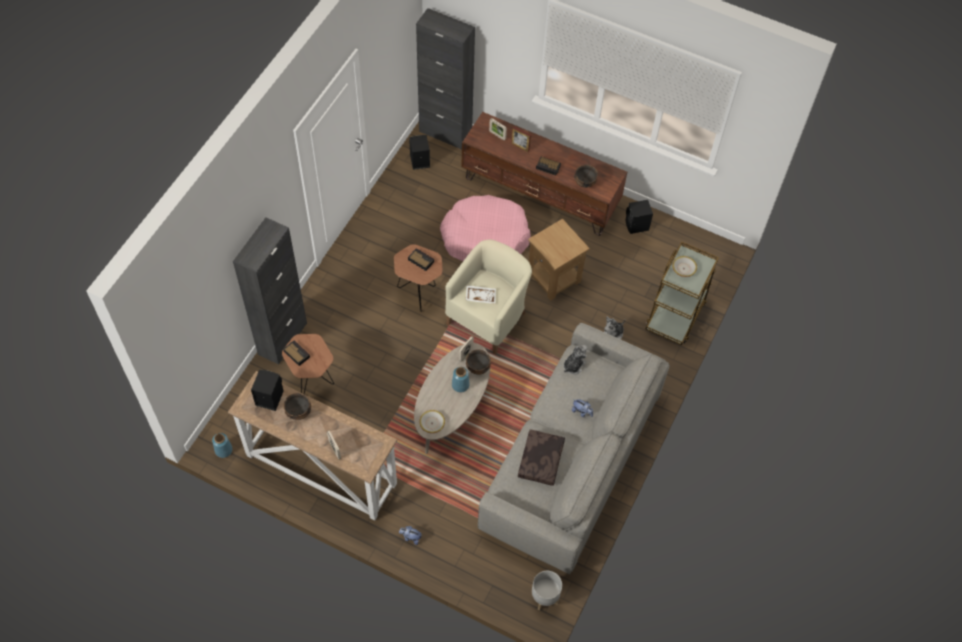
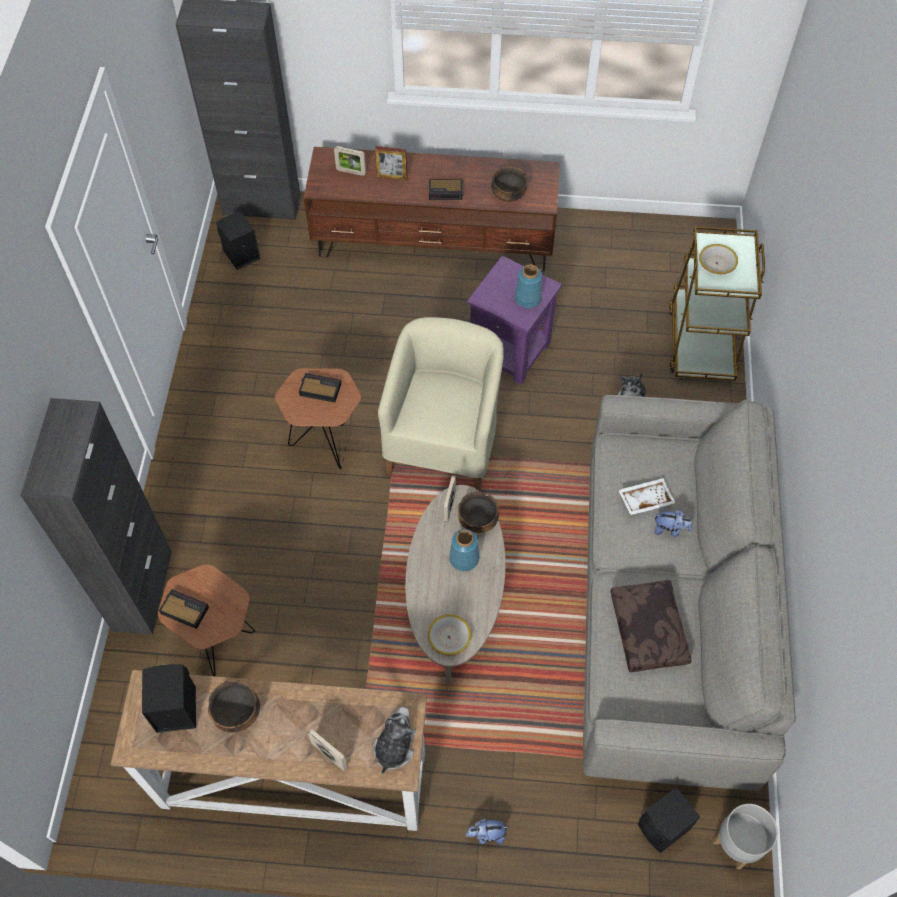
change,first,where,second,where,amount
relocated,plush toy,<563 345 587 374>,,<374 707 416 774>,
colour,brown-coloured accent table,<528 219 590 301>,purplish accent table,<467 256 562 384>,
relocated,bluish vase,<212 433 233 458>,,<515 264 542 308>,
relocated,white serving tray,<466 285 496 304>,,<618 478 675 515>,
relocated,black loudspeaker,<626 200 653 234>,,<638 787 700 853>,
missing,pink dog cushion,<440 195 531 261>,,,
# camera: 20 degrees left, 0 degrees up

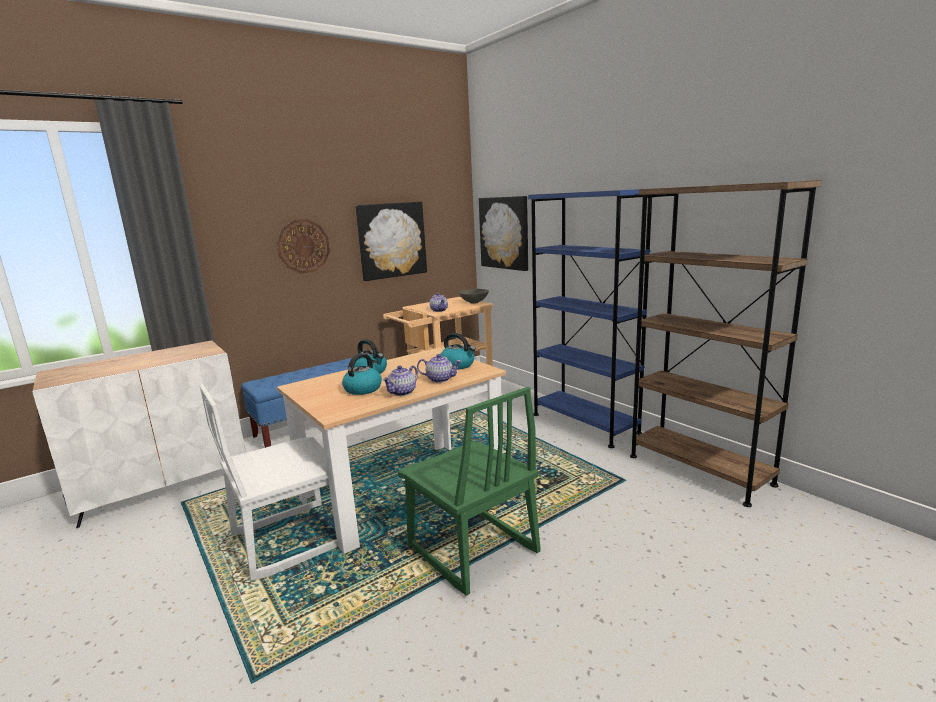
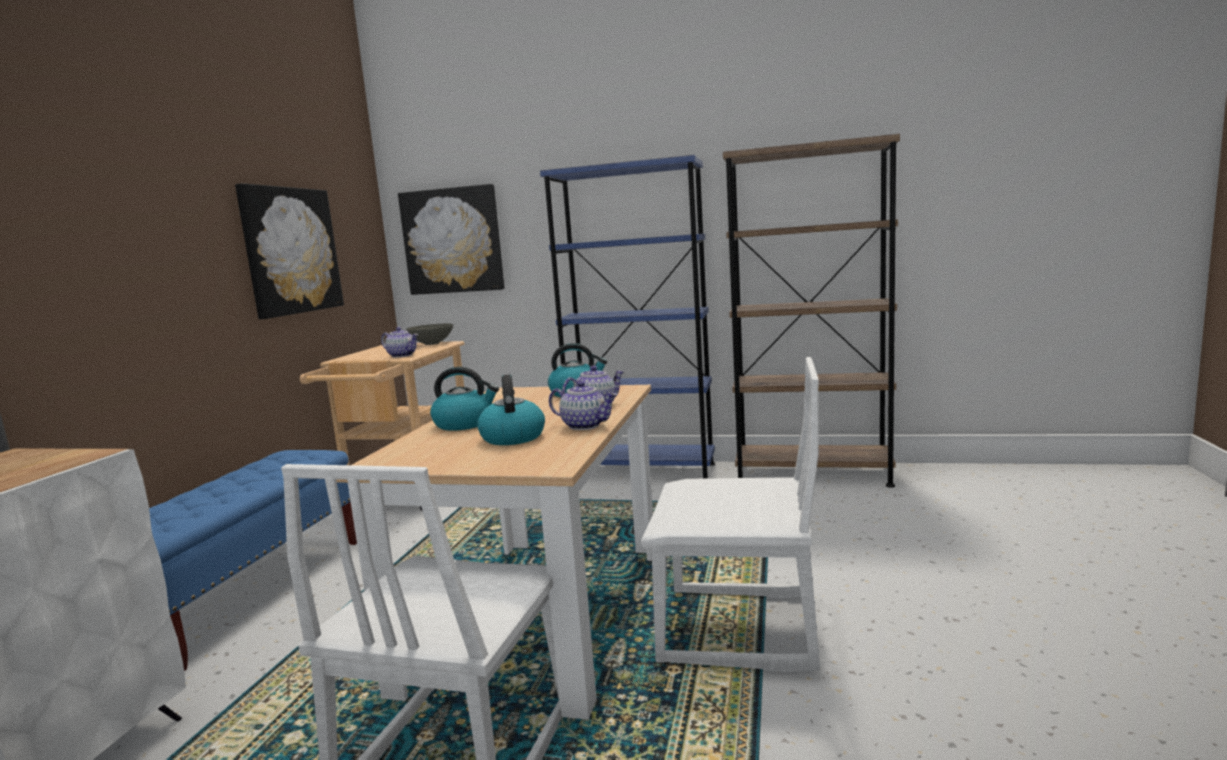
change,first,where,second,where,amount
spun,teapot,<383 366 418 396>,,<549 381 617 430>,60 degrees counterclockwise
colour,green chair,<398 387 541 596>,white chair,<641 357 820 672>,
missing,hanging clock,<277 219 330 273>,,,
# camera: 40 degrees left, 5 degrees down

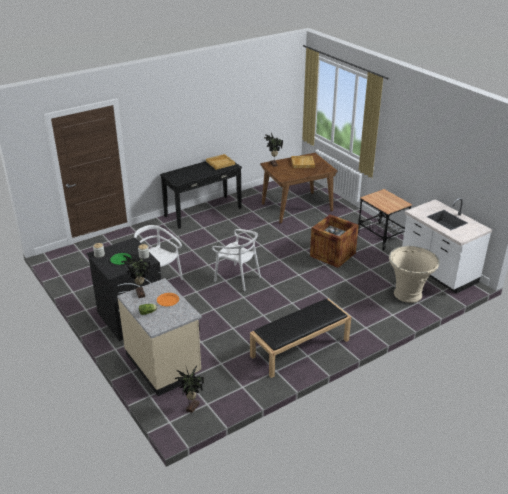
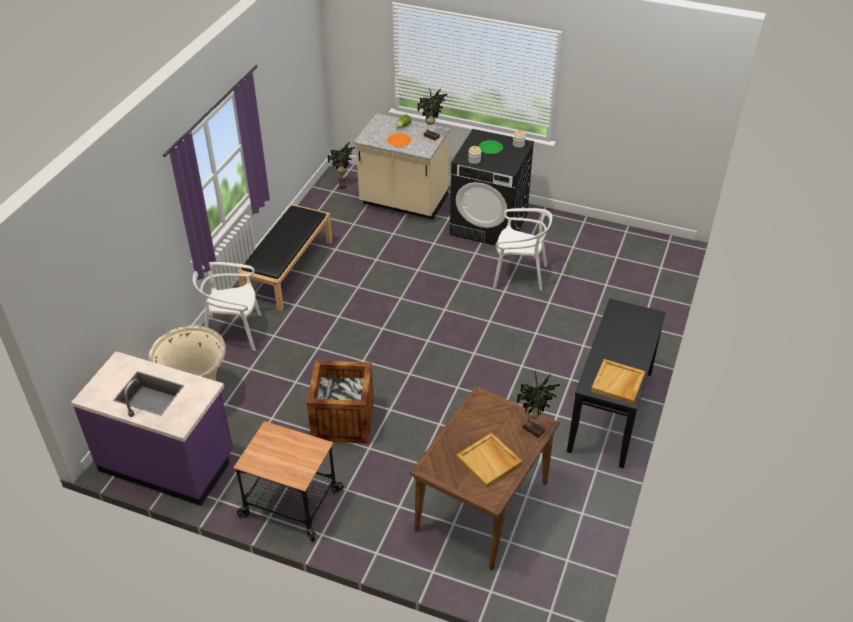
change,first,where,second,where,amount
colour,white kitchen base unit,<402 198 492 294>,purplish kitchen base unit,<71 351 233 506>,
relocated,white chair,<212 229 261 291>,,<193 262 261 351>,
# camera: 145 degrees right, 10 degrees up

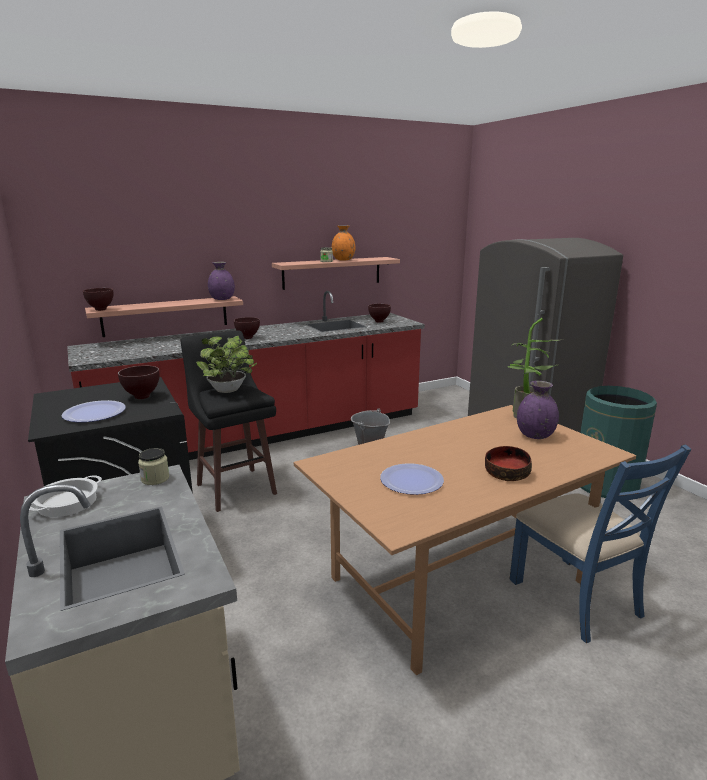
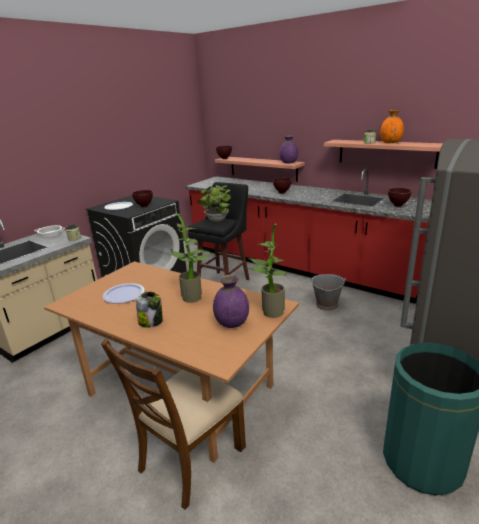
change,first,where,second,where,amount
colour,bluish chair,<509 444 691 643>,brown-coloured chair,<101 339 246 510>,
exchanged,serving bowl,<485 446 532 481>,jar,<136 292 163 328>,
appeared,,,potted plant,<171 214 214 303>,
# camera: 65 degrees right, 5 degrees up

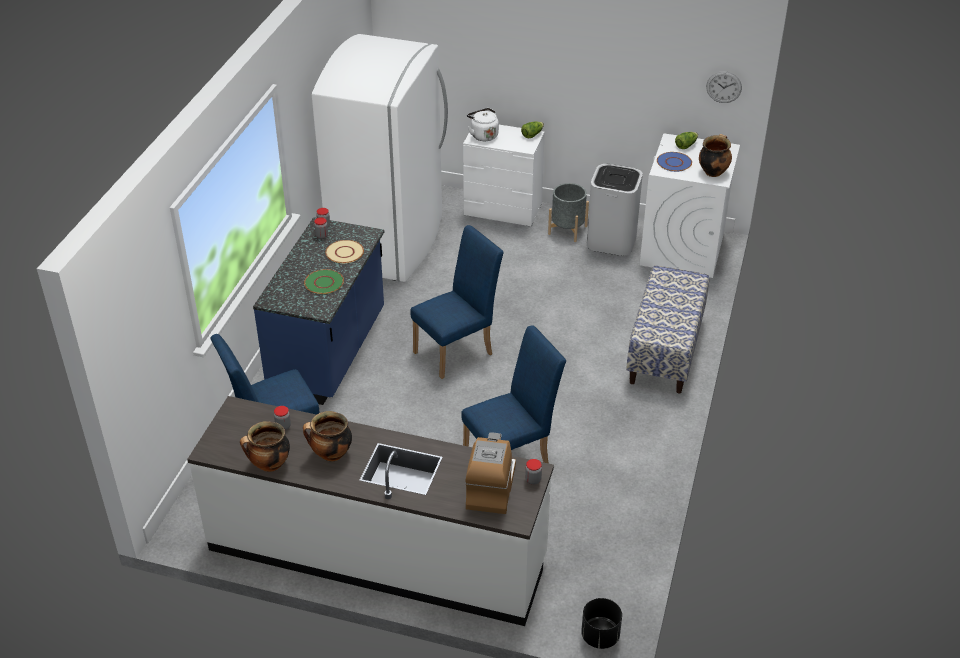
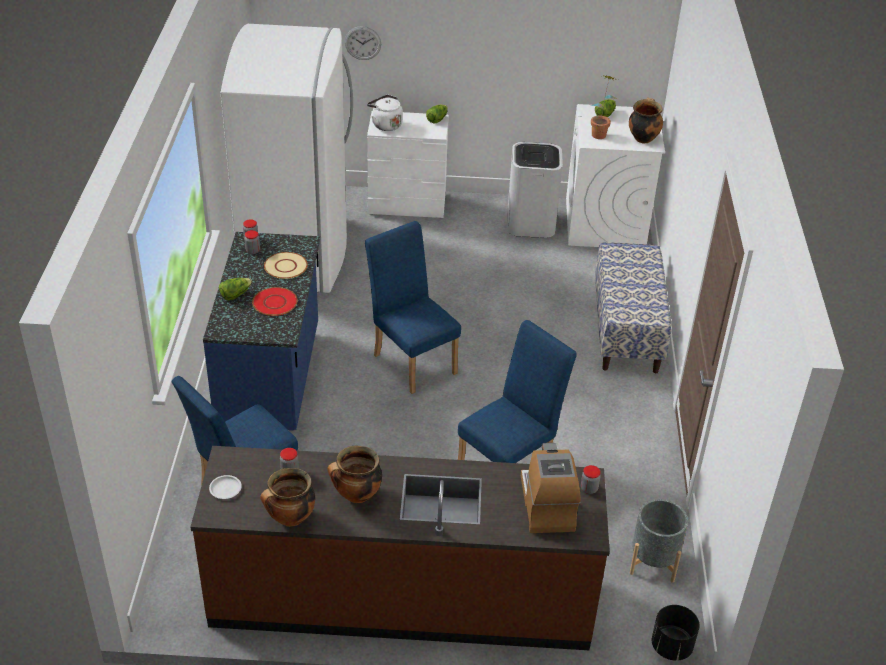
change,first,where,second,where,amount
colour,white kitchen base unit,<187 396 554 626>,brown-coloured kitchen base unit,<191 446 610 650>,
appeared,,,white flat dish,<209 475 242 499>,
appeared,,,lettuce head,<219 278 252 301>,
colour,green flat dish,<304 269 344 294>,red-coloured flat dish,<252 287 297 316>,
relocated,hanging clock,<706 71 742 103>,,<345 26 381 60>,
spun,bluish chair,<410 225 504 379>,,<365 221 461 394>,75 degrees counterclockwise
exchanged,bluish flat dish,<657 152 692 172>,potted plant,<591 75 617 139>,
relocated,grey plant pot,<548 183 589 242>,,<629 499 688 583>,
# camera: 15 degrees left, 0 degrees up

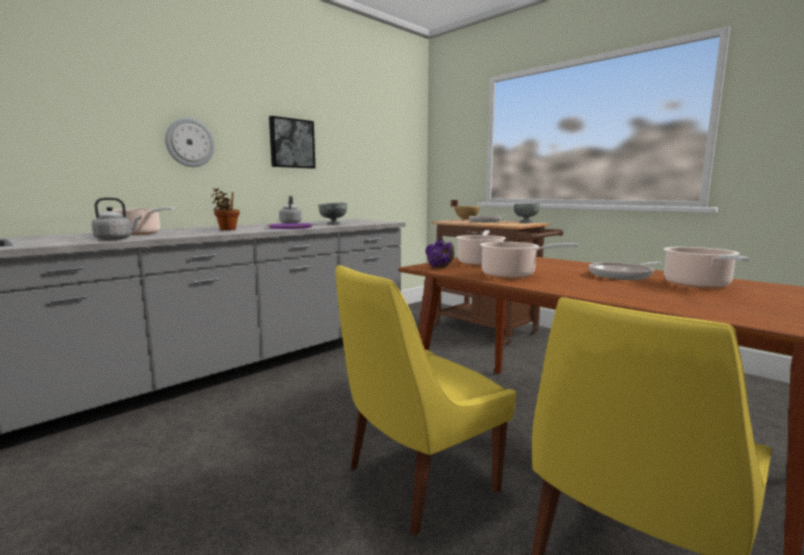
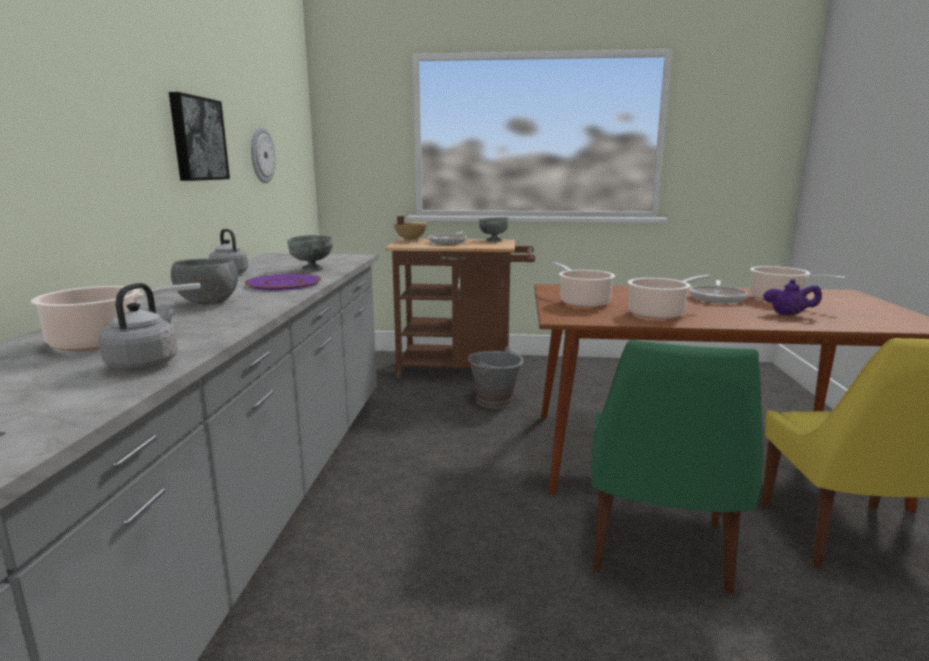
change,first,where,second,where,amount
exchanged,potted plant,<211 188 240 230>,grey serving bowl,<171 259 238 305>,
relocated,hanging clock,<165 118 215 167>,,<251 127 276 183>,
appeared,,,grey water bucket,<468 347 523 409>,
colour,yellowish chair,<335 265 516 536>,green chair,<591 340 763 594>,
relocated,purplish teapot,<425 237 455 268>,,<763 279 822 315>,
# camera: 40 degrees left, 5 degrees up

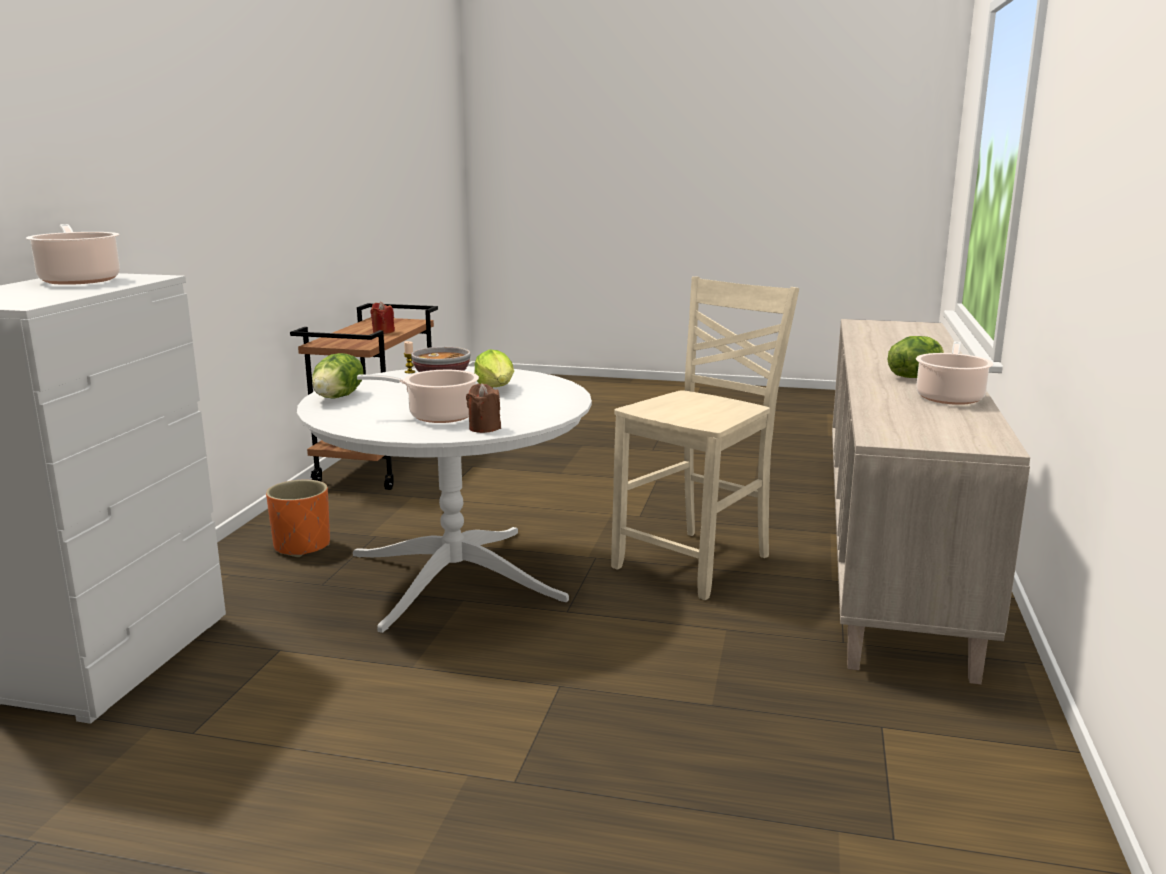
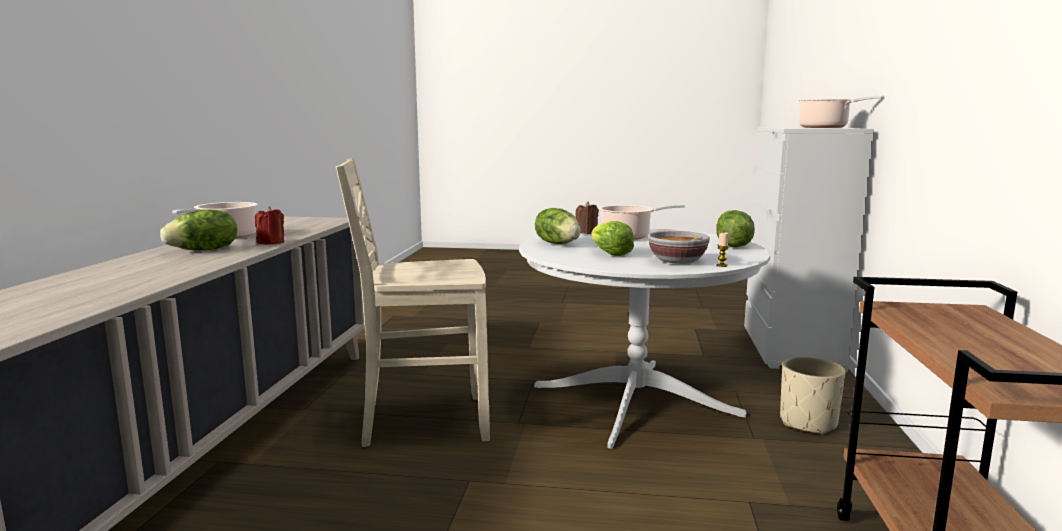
change,first,where,second,where,amount
relocated,red-coloured wax candle,<370 302 395 334>,,<255 206 284 245>,
spun,beige chair,<611 276 799 600>,,<336 158 490 447>,45 degrees clockwise
appeared,,,lettuce head,<535 208 581 244>,
colour,orangey plant pot,<266 480 330 557>,beige plant pot,<780 356 846 435>,
# camera: 175 degrees right, 5 degrees down

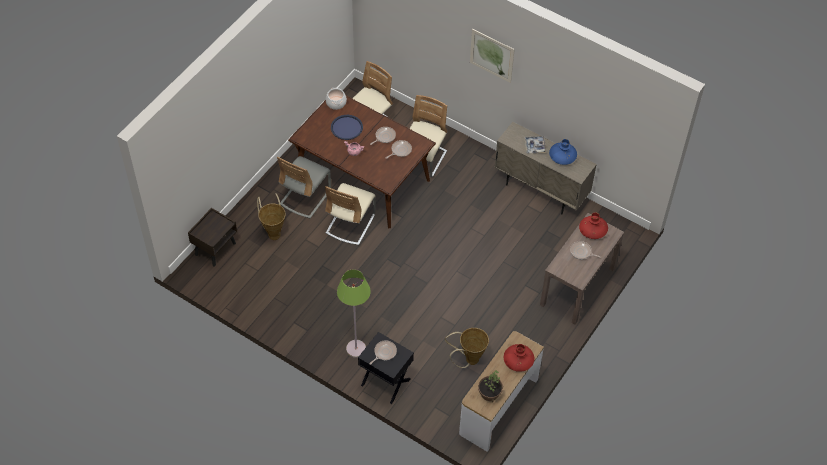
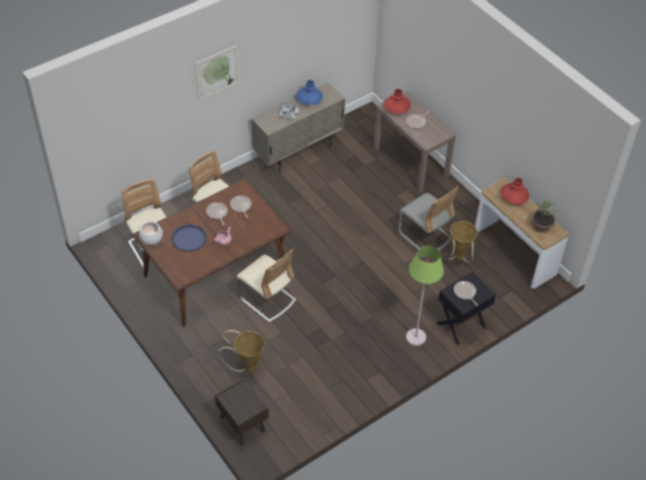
change,first,where,second,where,amount
relocated,grey chair,<277 156 331 219>,,<399 186 459 251>,
# camera: 70 degrees left, 5 degrees down

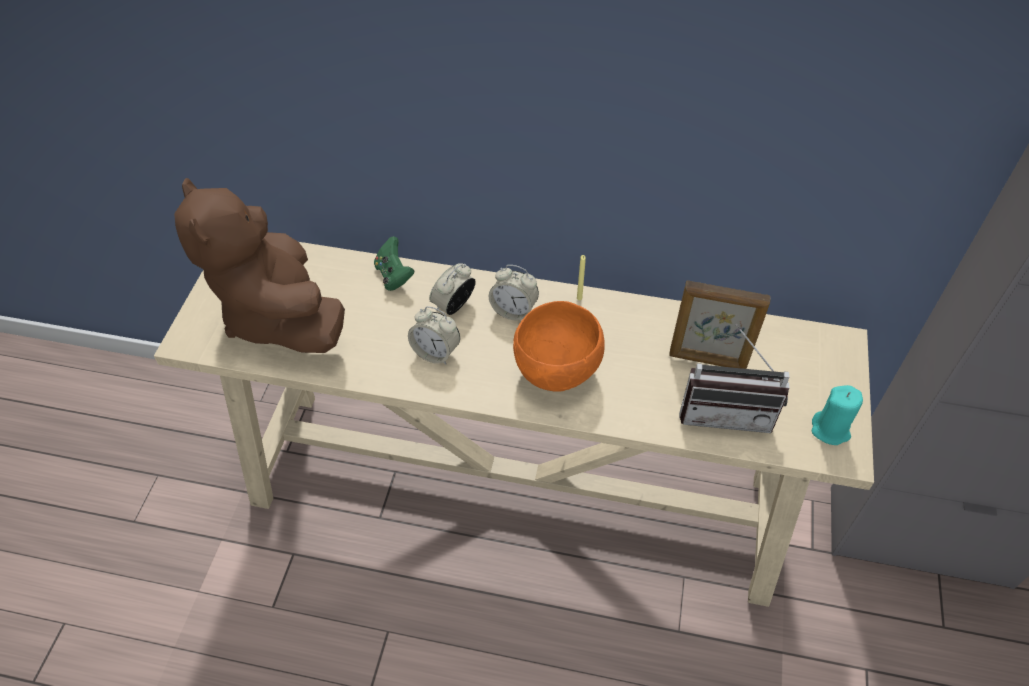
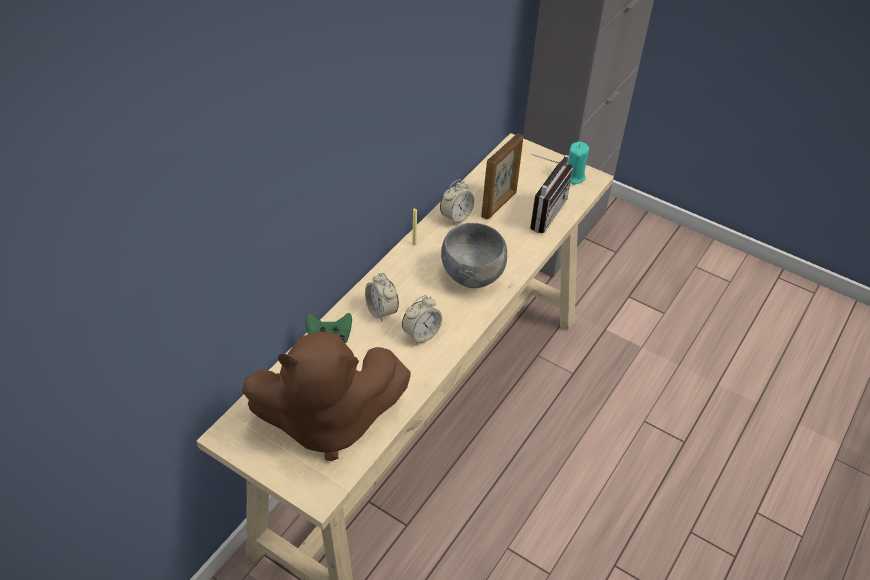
change,first,where,second,where,amount
relocated,alarm clock,<489 265 539 321>,,<440 179 474 225>,
colour,orangey serving bowl,<513 301 605 392>,grey serving bowl,<441 223 507 288>,
# camera: 70 degrees left, 5 degrees down

